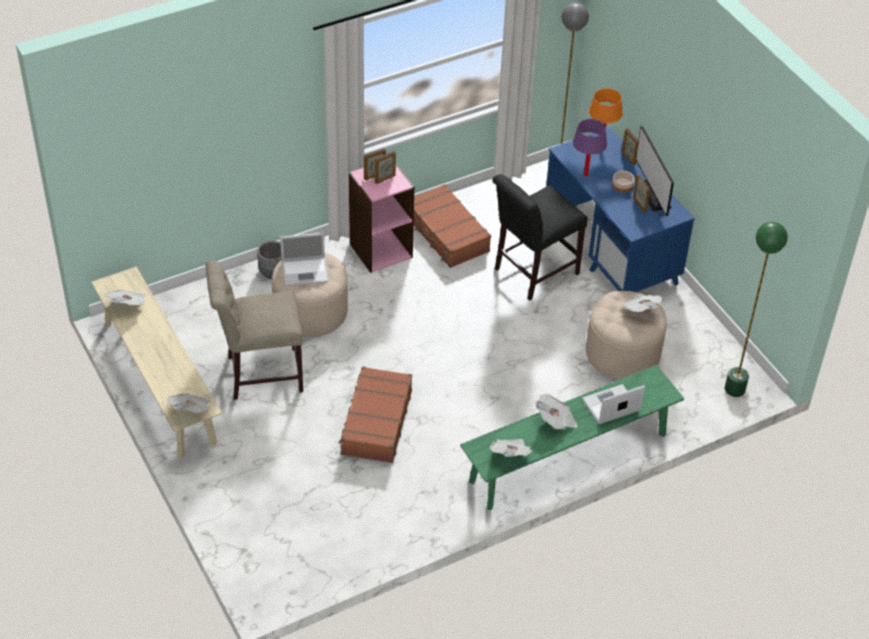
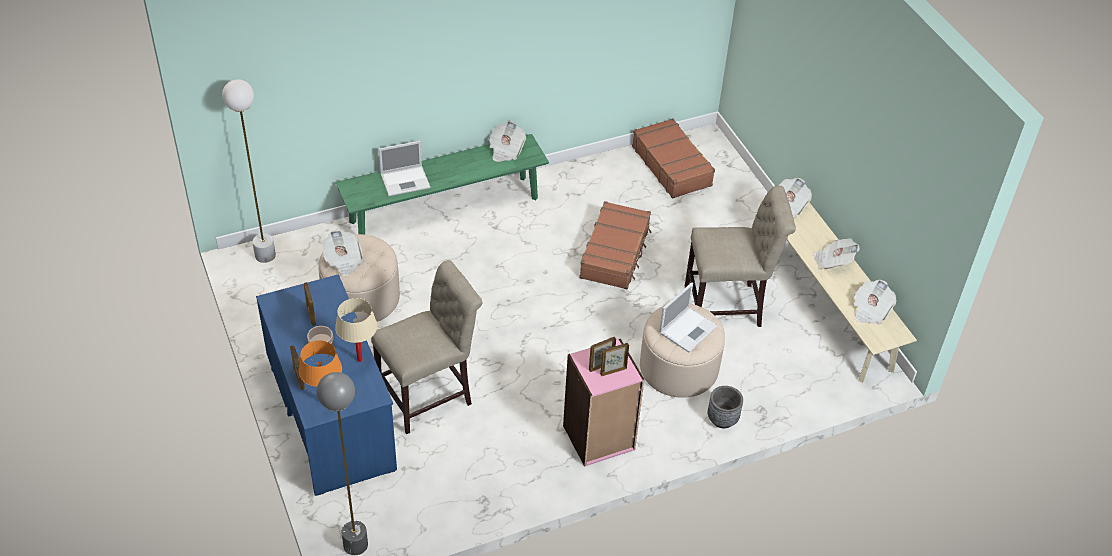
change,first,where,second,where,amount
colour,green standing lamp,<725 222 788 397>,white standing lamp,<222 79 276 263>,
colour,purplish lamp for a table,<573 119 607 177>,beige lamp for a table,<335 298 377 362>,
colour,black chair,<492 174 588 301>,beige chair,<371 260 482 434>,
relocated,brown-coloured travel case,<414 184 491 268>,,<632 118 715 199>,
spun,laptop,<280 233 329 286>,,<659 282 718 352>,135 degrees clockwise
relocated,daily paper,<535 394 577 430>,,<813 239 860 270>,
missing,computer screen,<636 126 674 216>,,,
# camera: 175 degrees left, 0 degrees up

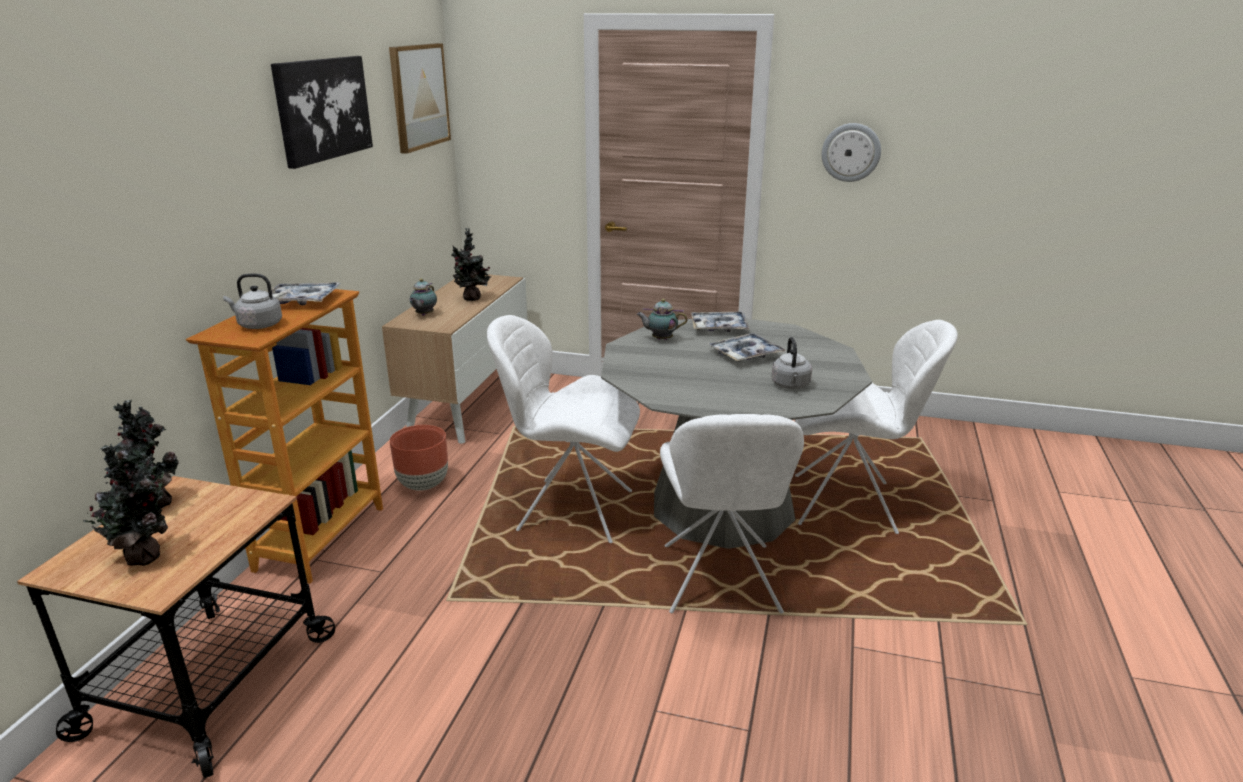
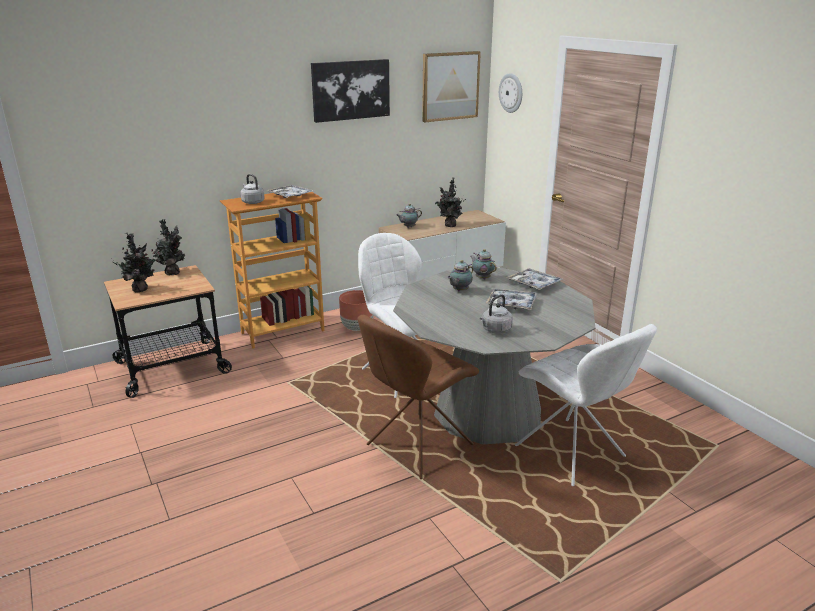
change,first,where,second,where,amount
colour,white chair,<660 414 804 614>,brown-coloured chair,<358 315 479 479>,
appeared,,,teapot,<447 260 473 291>,
relocated,hanging clock,<822 123 881 182>,,<499 73 522 113>,
# camera: 45 degrees right, 0 degrees up

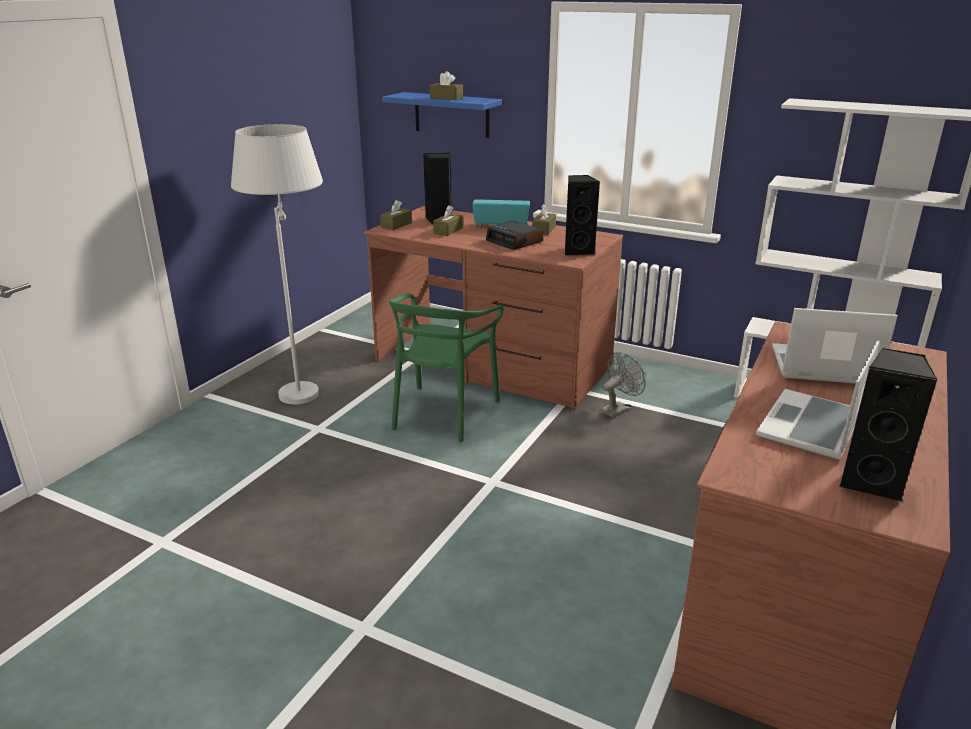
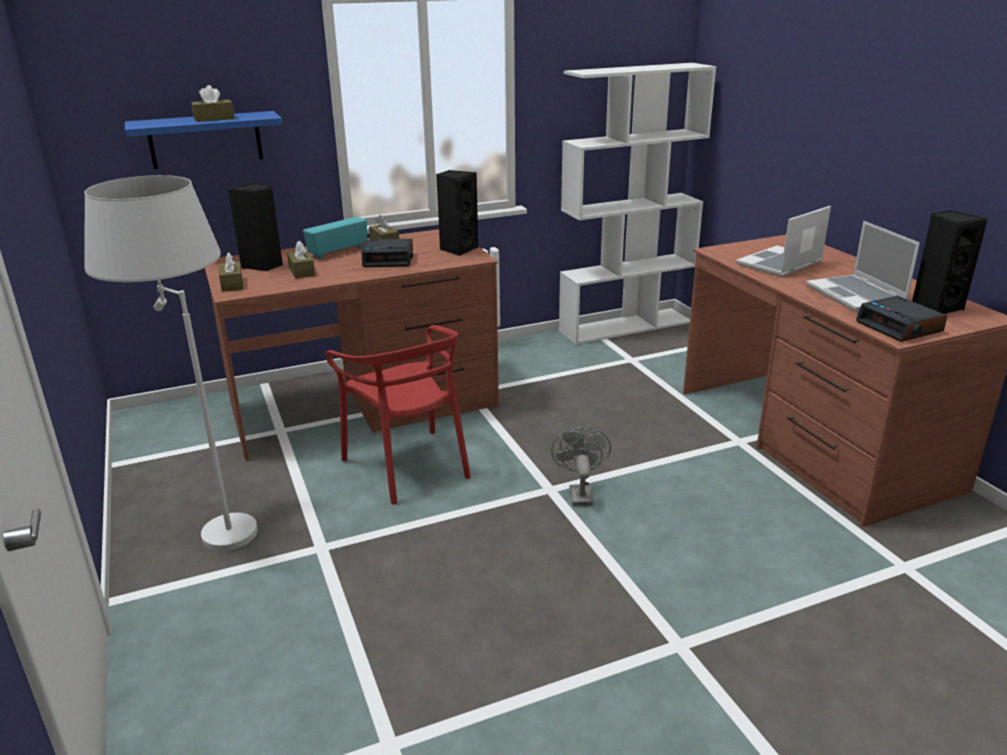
change,first,where,second,where,amount
colour,green chair,<389 293 504 442>,red-coloured chair,<325 325 471 505>,
relocated,grey fan,<601 352 645 418>,,<551 427 611 506>,
appeared,,,alarm clock,<856 296 947 342>,
# camera: 50 degrees left, 0 degrees up

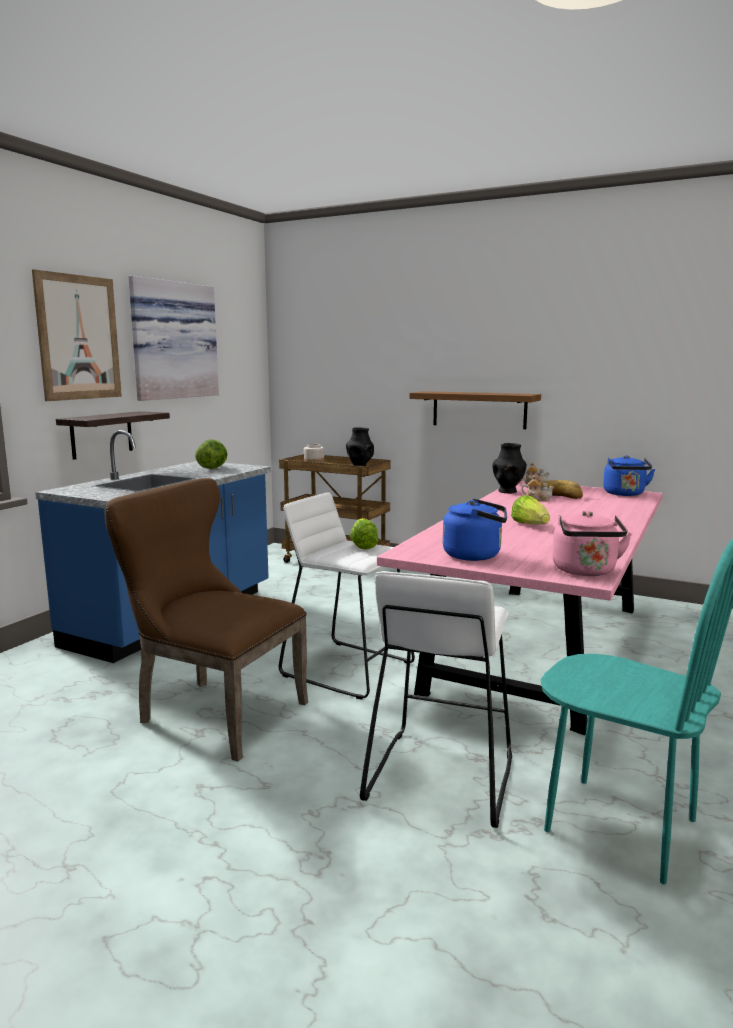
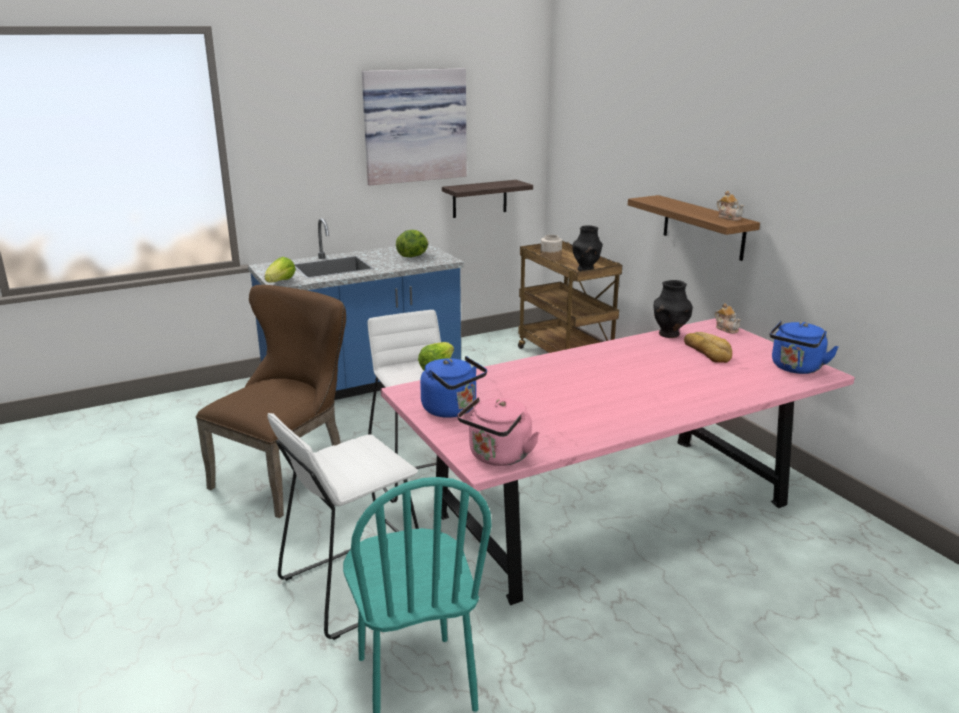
change,first,where,second,where,amount
spun,brown-coloured chair,<105 478 308 762>,,<196 285 346 518>,60 degrees clockwise
relocated,lettuce head,<511 495 550 525>,,<265 257 296 282>,
relocated,bracket shelf,<56 411 170 460>,,<442 180 533 218>,
relocated,teapot,<521 475 554 502>,,<717 191 744 221>,
missing,wall art,<32 269 122 401>,,,
# camera: 35 degrees right, 10 degrees up

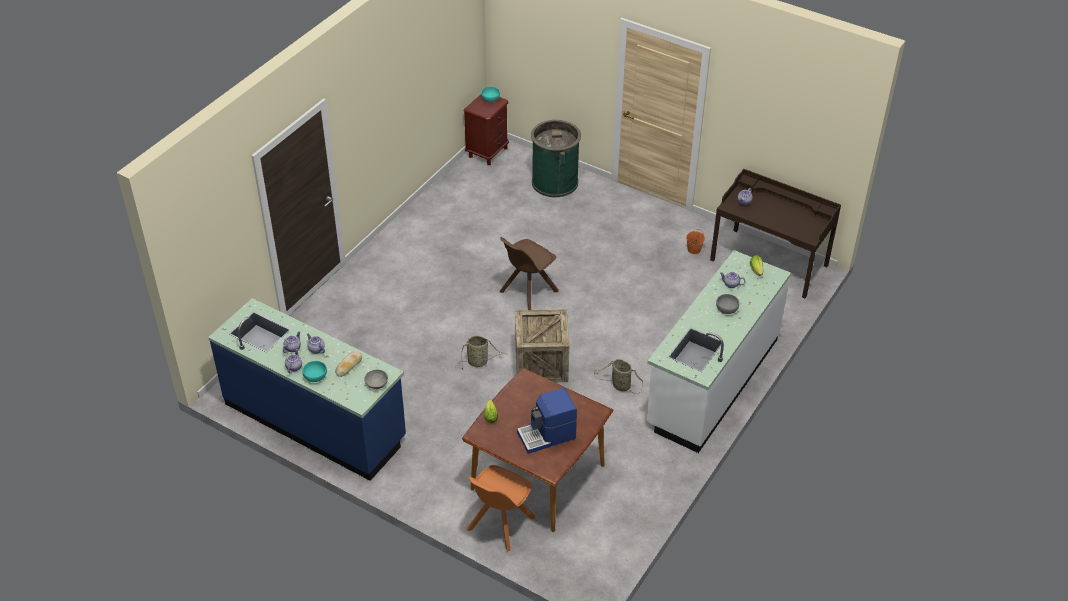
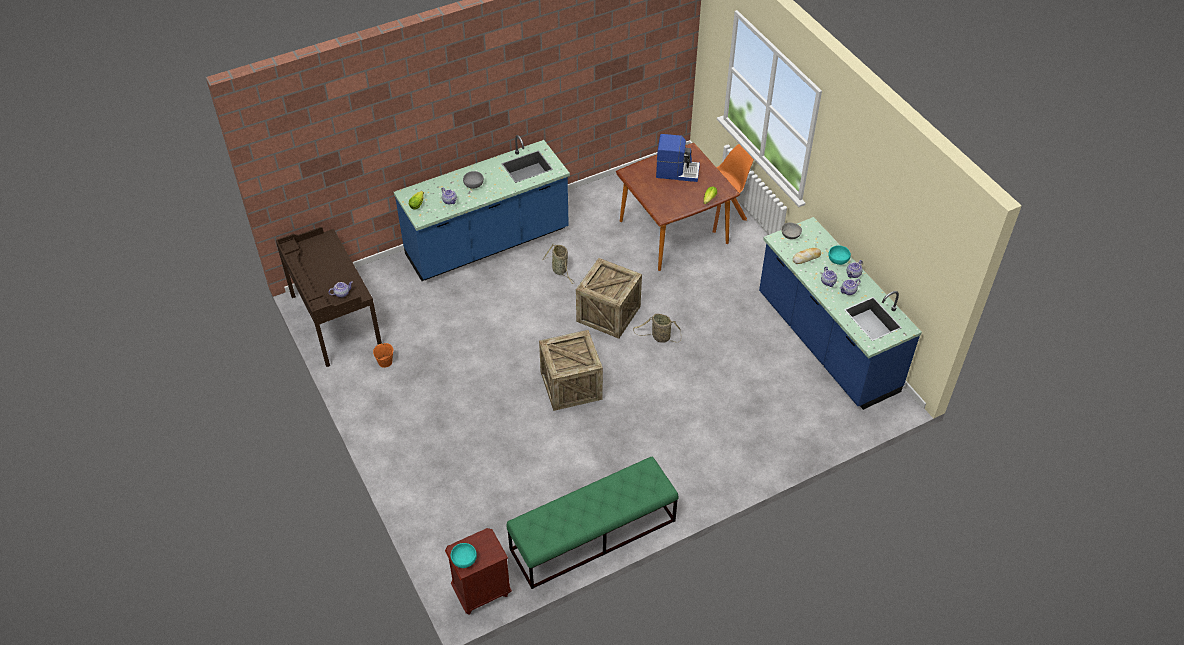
change,first,where,second,where,amount
colour,white kitchen base unit,<646 250 791 453>,bluish kitchen base unit,<394 135 570 281>,
appeared,,,green long seat,<506 456 679 589>,
exchanged,brown-coloured chair,<499 237 559 310>,crate,<539 330 603 411>,
missing,green waste bin,<531 120 581 197>,,,
# camera: 150 degrees left, 5 degrees up

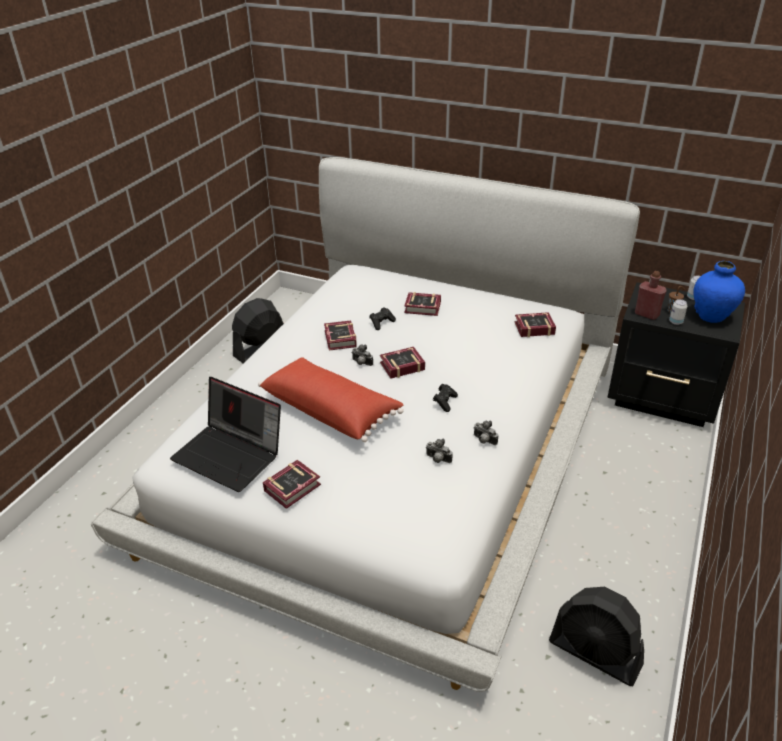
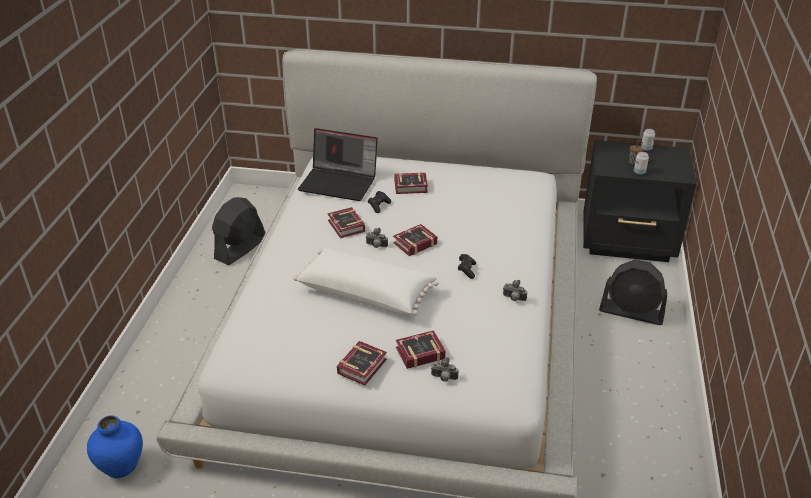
change,first,where,second,where,amount
relocated,bluish vase,<694 261 745 323>,,<87 415 143 478>,
colour,red-coloured pillow,<258 357 403 442>,white pillow,<293 248 439 316>,
relocated,laptop,<170 377 281 492>,,<298 128 378 201>,
relocated,bound book,<515 312 556 337>,,<396 330 446 369>,
relocated,photo camera,<426 438 453 463>,,<431 357 458 382>,
relocated,black fan,<549 587 644 686>,,<599 259 667 325>,
missing,red-coloured beverage bottle,<635 271 667 320>,,,
# camera: 15 degrees left, 0 degrees up

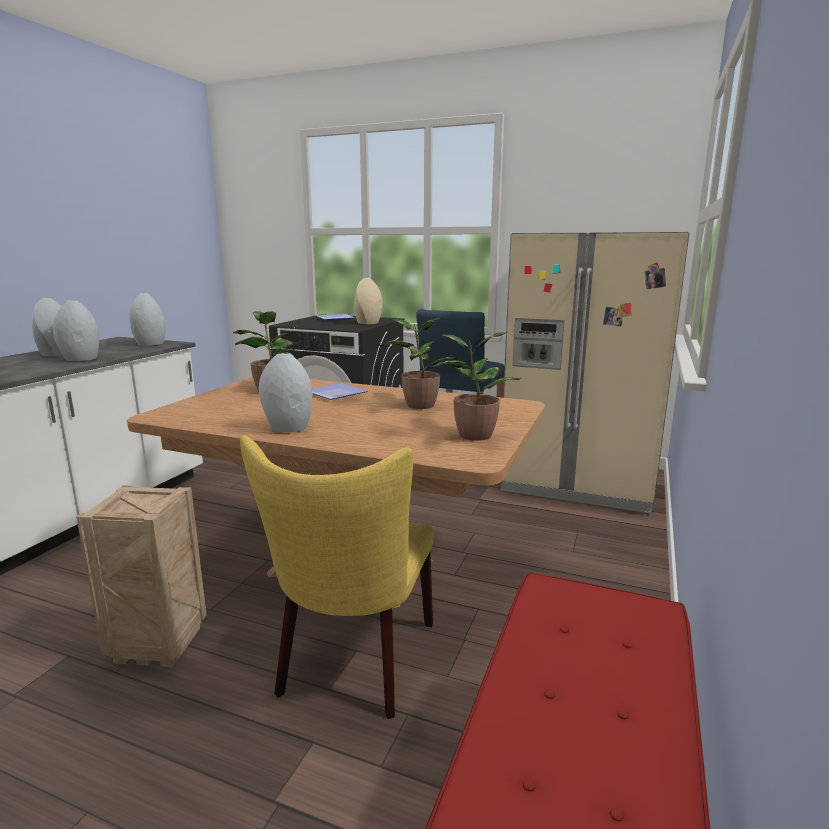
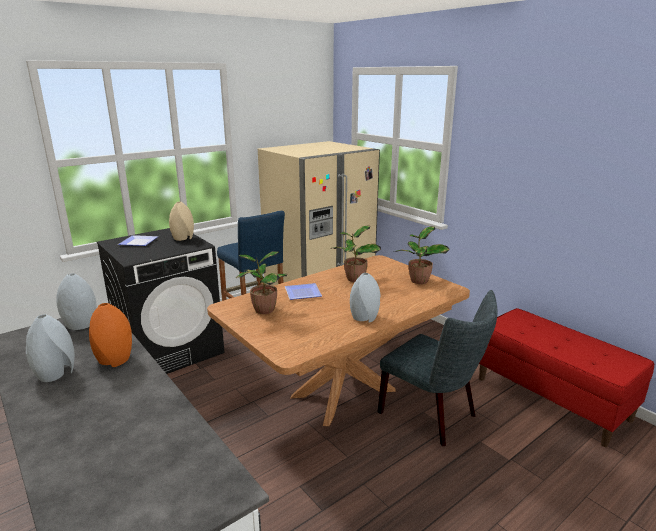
change,first,where,second,where,amount
colour,grey vase,<53 300 99 361>,orangey vase,<89 303 132 367>,
colour,yellowish chair,<240 435 434 719>,grey chair,<378 290 497 446>,
missing,crate,<76 485 207 668>,,,
# camera: 60 degrees left, 5 degrees up

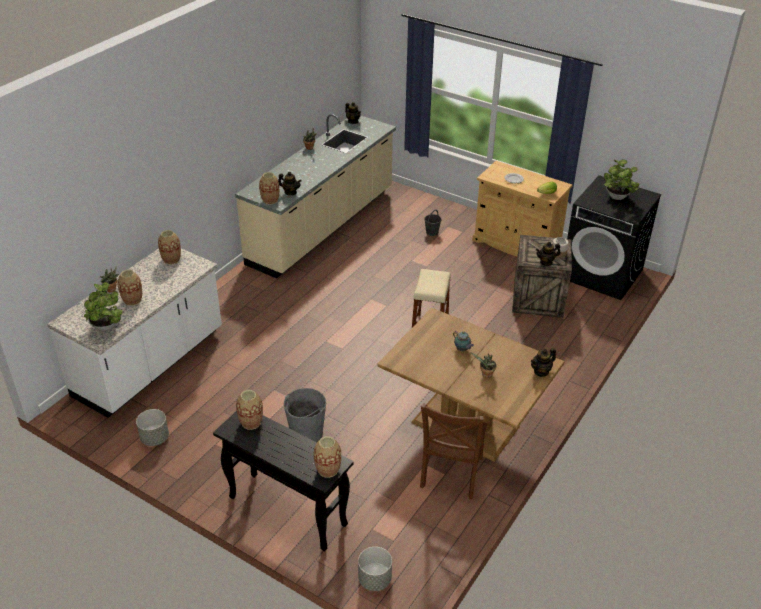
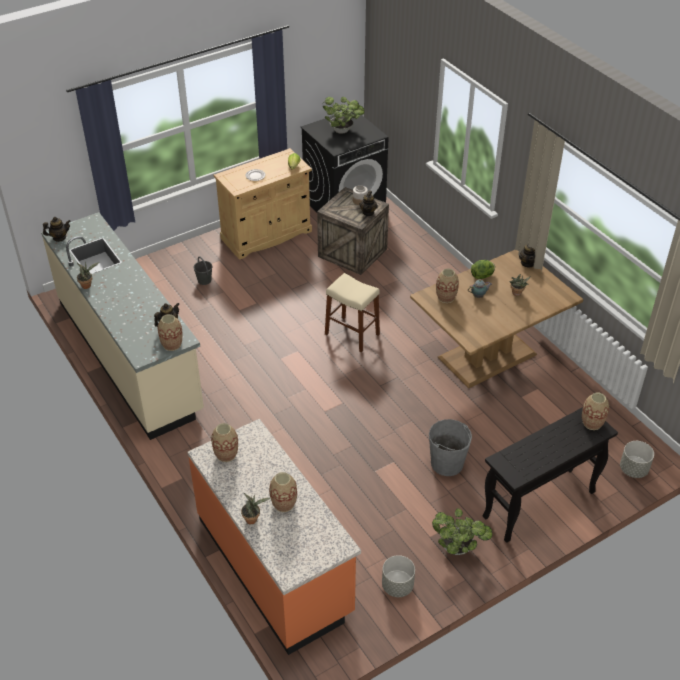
change,first,where,second,where,amount
colour,white kitchen base unit,<47 248 222 418>,orangey kitchen base unit,<188 419 361 655>,
relocated,potted plant,<84 282 123 331>,,<432 508 492 555>,
relocated,vase,<236 390 263 430>,,<436 269 459 303>,
appeared,,,lettuce head,<471 260 495 279>,
missing,brown-coloured chair,<420 403 487 499>,,,
# camera: 65 degrees left, 5 degrees up

